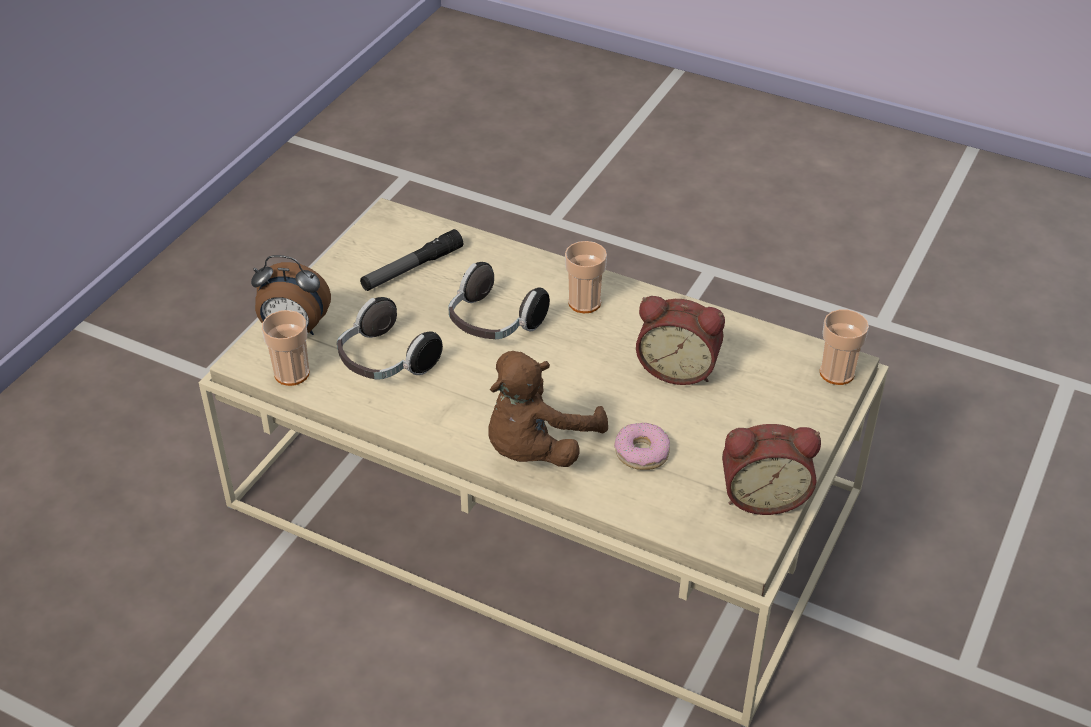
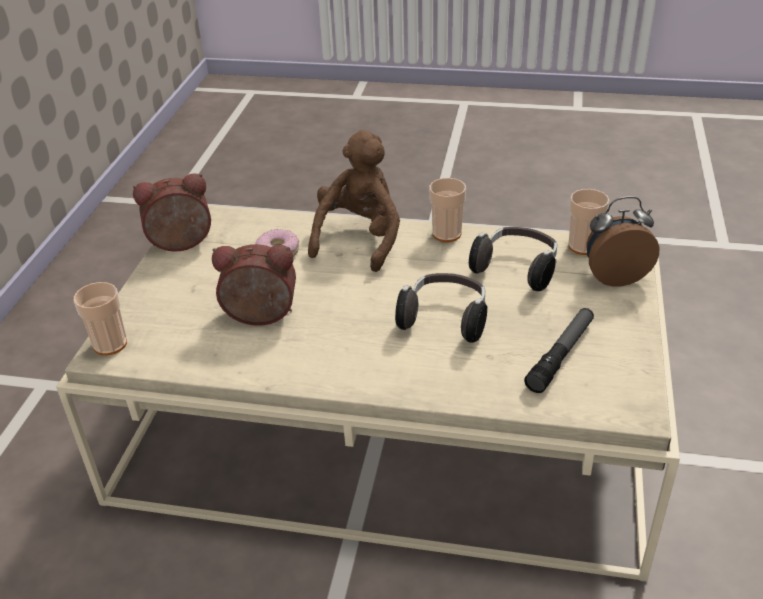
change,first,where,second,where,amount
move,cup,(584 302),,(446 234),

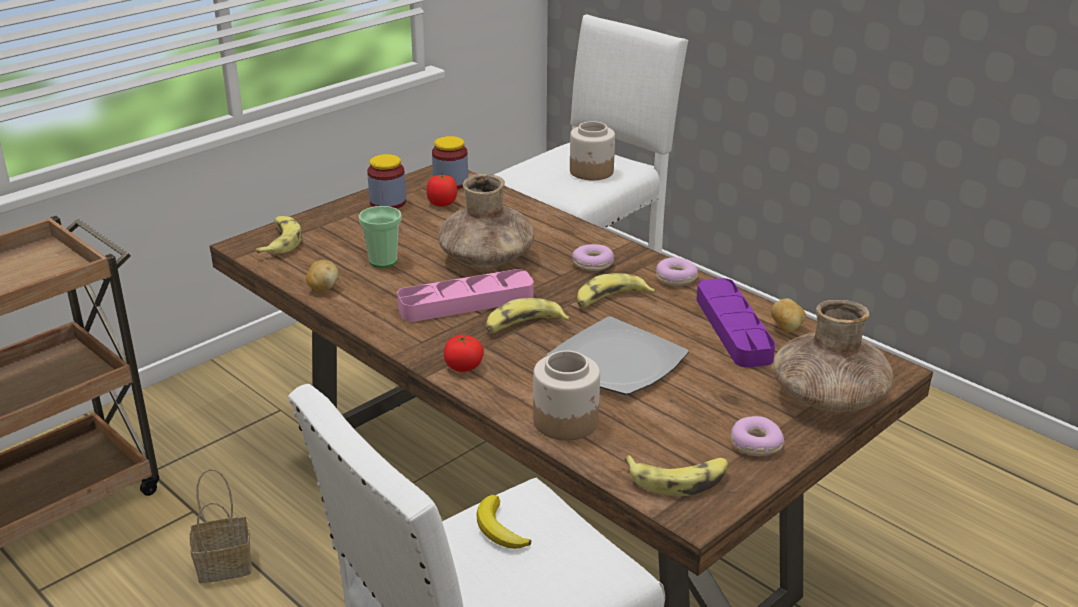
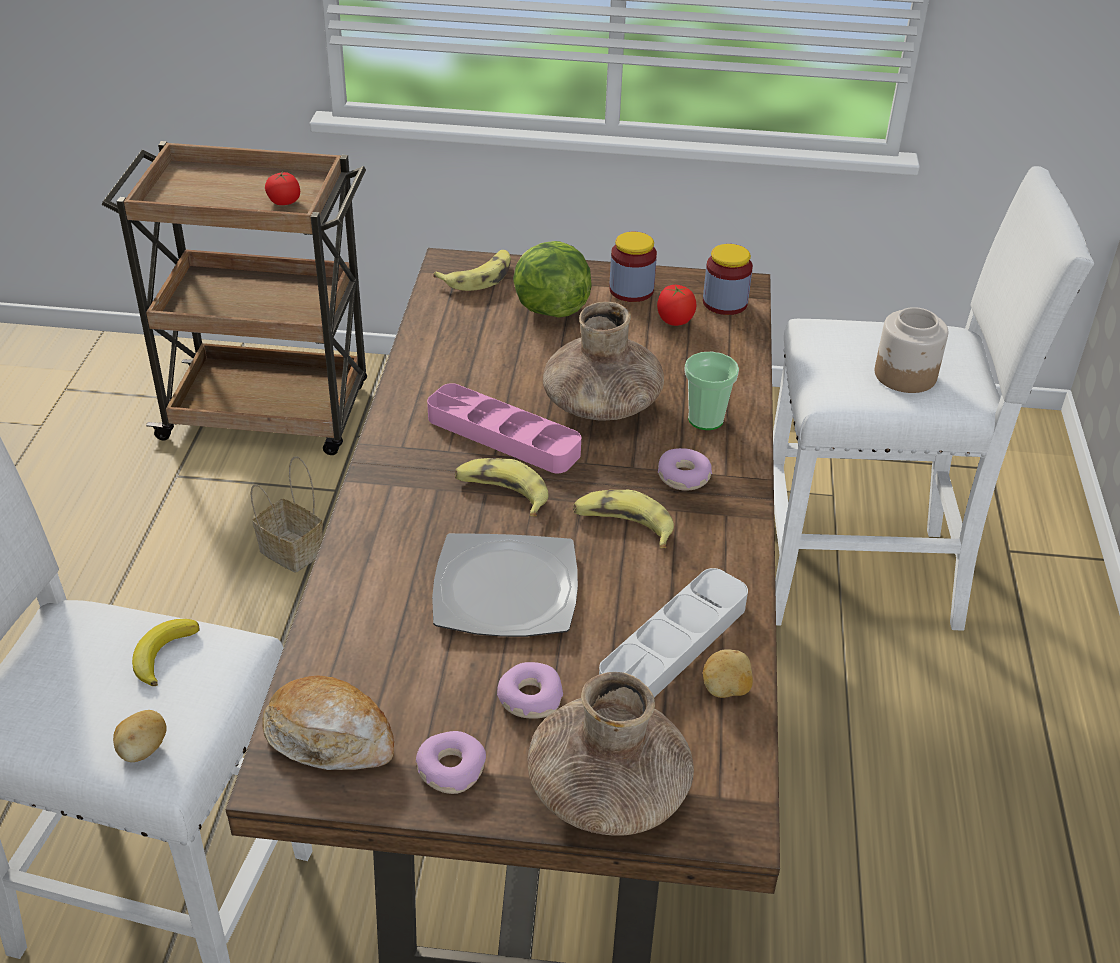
change,first,where,second,where,amount
move,cup,(383 261),,(705 419),
move,ring doughnut,(675 278),,(529 698),
move,potato,(323 288),,(143 750),
recolor,purple-coloured tray,(733 328),grey tray,(674 645),
move,whole tomato,(463 367),,(284 202),
delete,storage jar,(566 421),,,
replace,banana fruit,(679 479),bread,(330 738),
insert,,,lettuce head,(549 309),

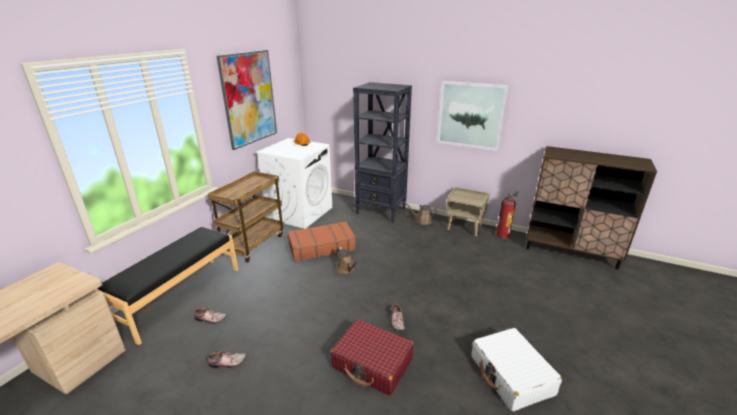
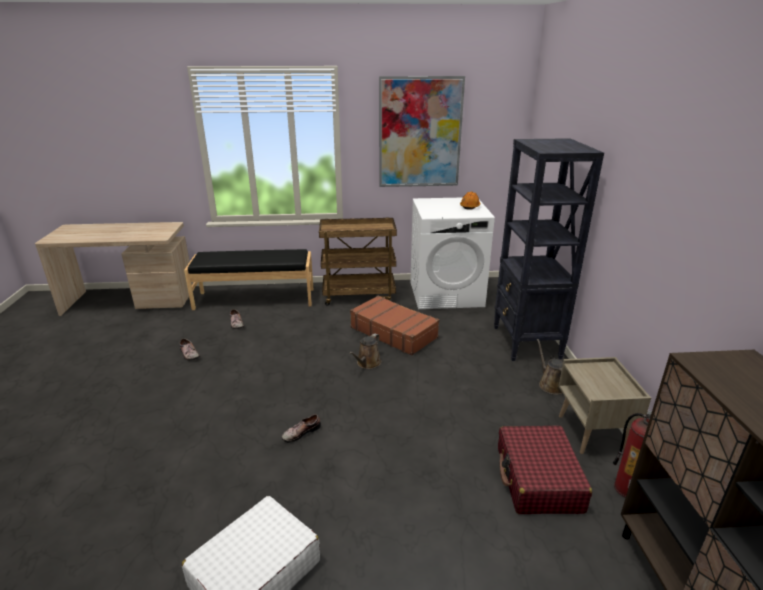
change,first,where,second,where,amount
delete,picture,(470 115),,,
move,red suitcase,(372 363),,(538 479),

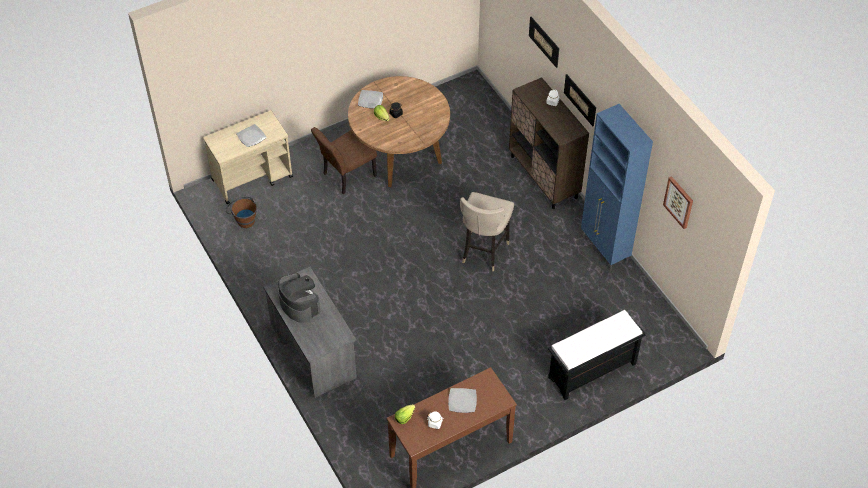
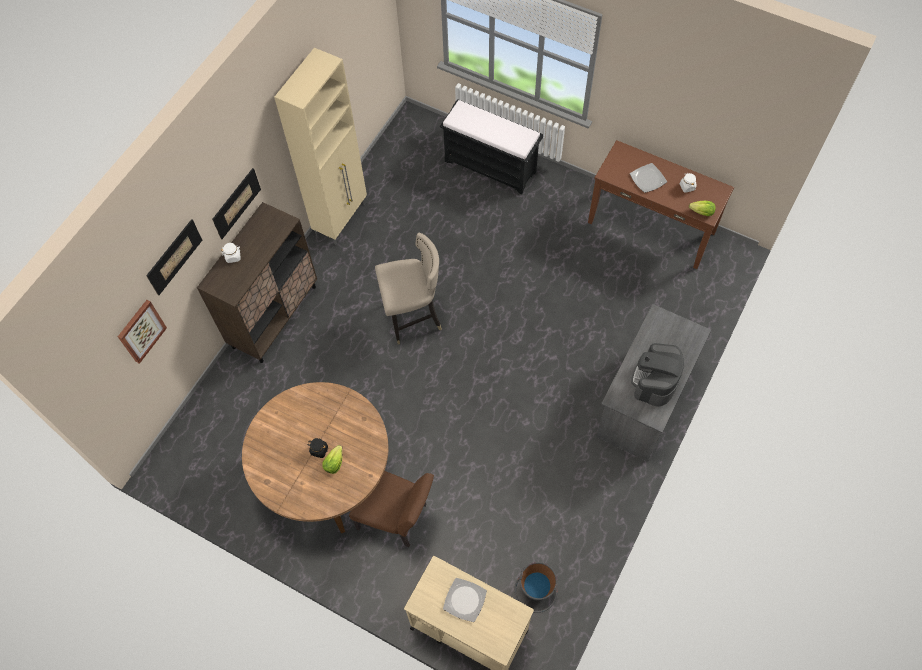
change,first,where,second,where,amount
delete,flat dish,(370 100),,,
recolor,bluish cabinet,(605 249),beige-coloured cabinet,(341 219),
move,picture,(679 202),,(141 331),

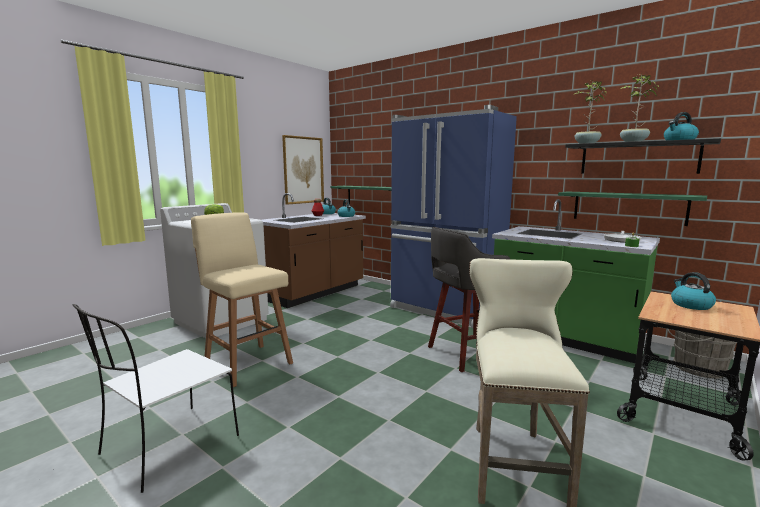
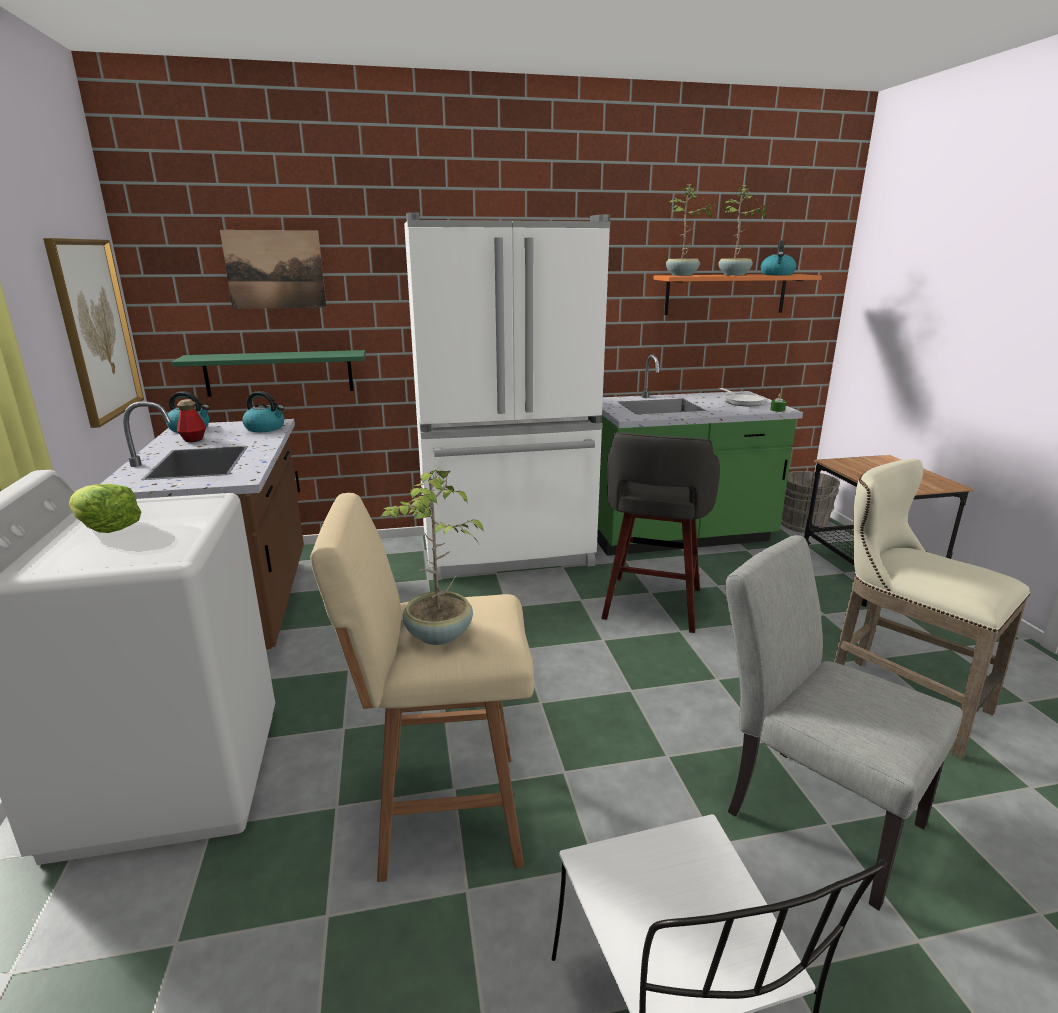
change,first,where,second,where,amount
recolor,bluish fridge,(445 310),white fridge,(508 552),
recolor,black-coloured wall shelf,(637 158),orange wall shelf,(725 294),
delete,greenish wall shelf,(628 207),,,
delete,kettle,(690 305),,,
insert,,,picture,(275 269),
insert,,,houseplant,(438 635),
insert,,,grey upright chair,(809 810),

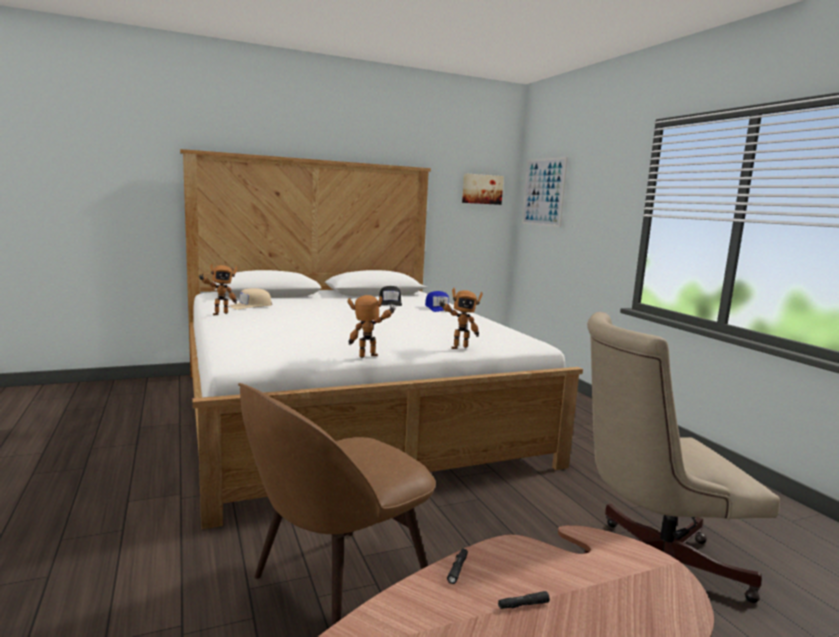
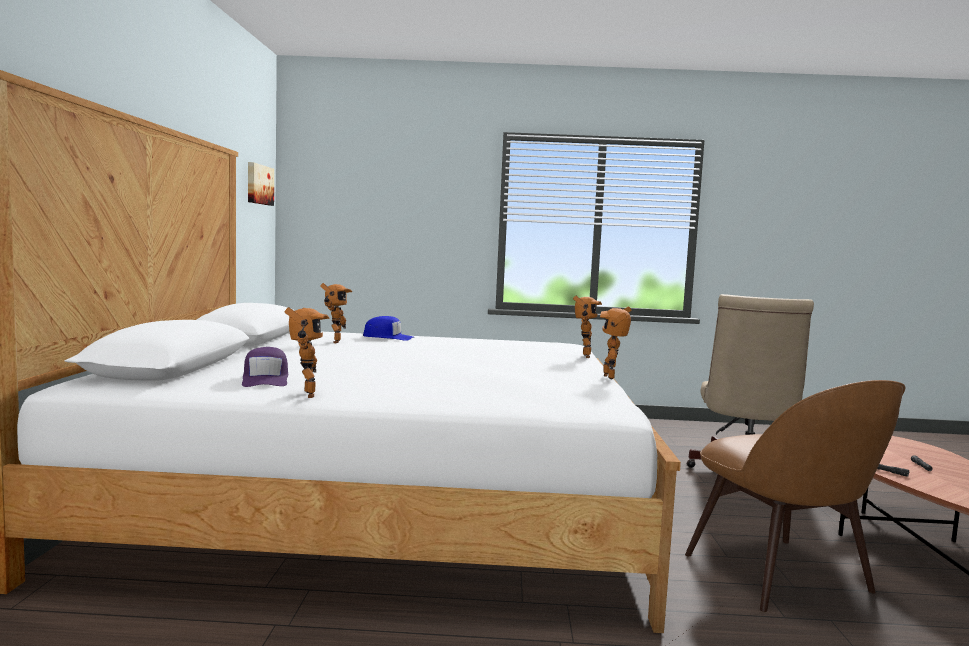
change,first,where,second,where,amount
delete,picture,(543 192),,,
replace,black-coloured cap,(390 302),toy robot,(334 341),
recolor,beige-coloured cap,(250 306),purple-coloured cap,(266 379),

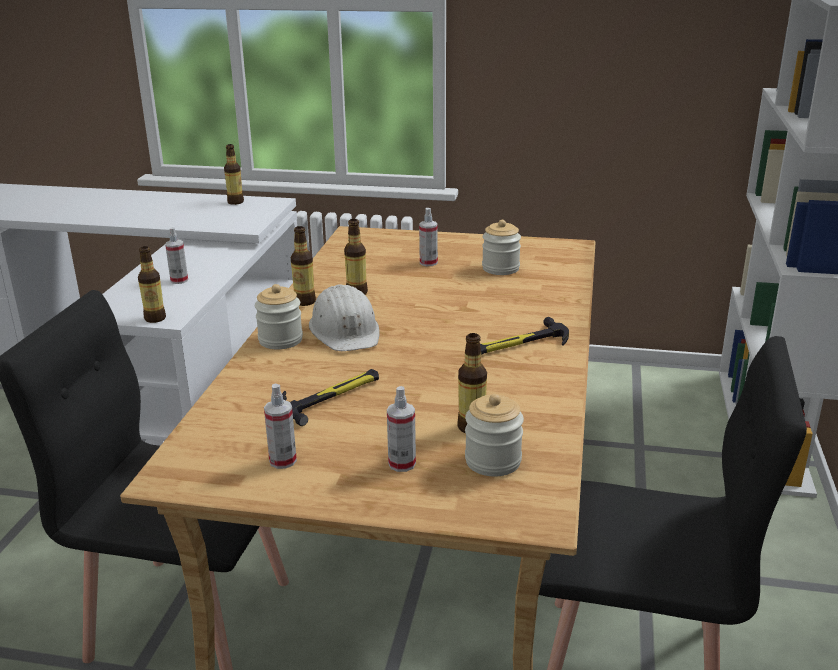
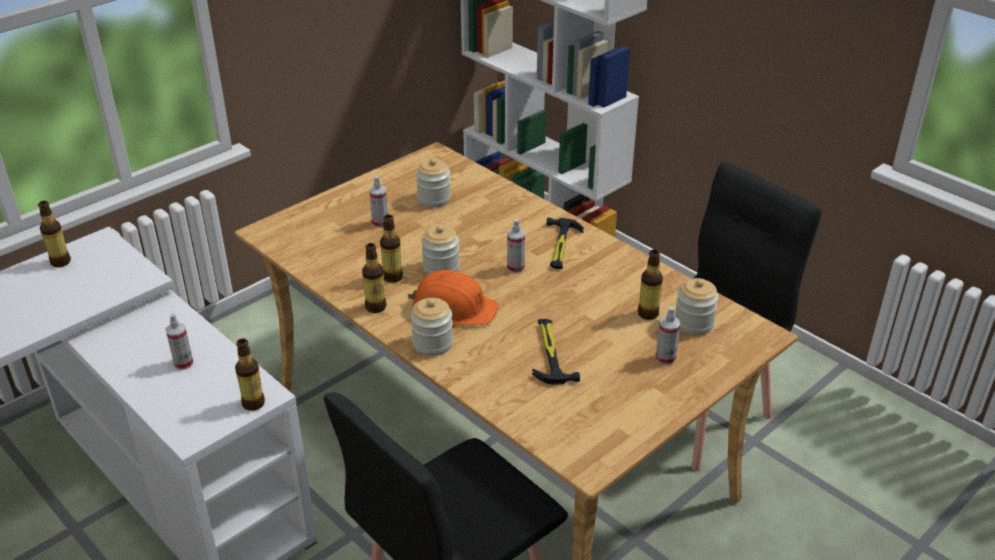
change,first,where,second,where,amount
recolor,white work helmet,(345 330),orange work helmet,(453 308),
move,spray bottle,(283 461),,(515 267),
insert,,,storage jar,(441 268),

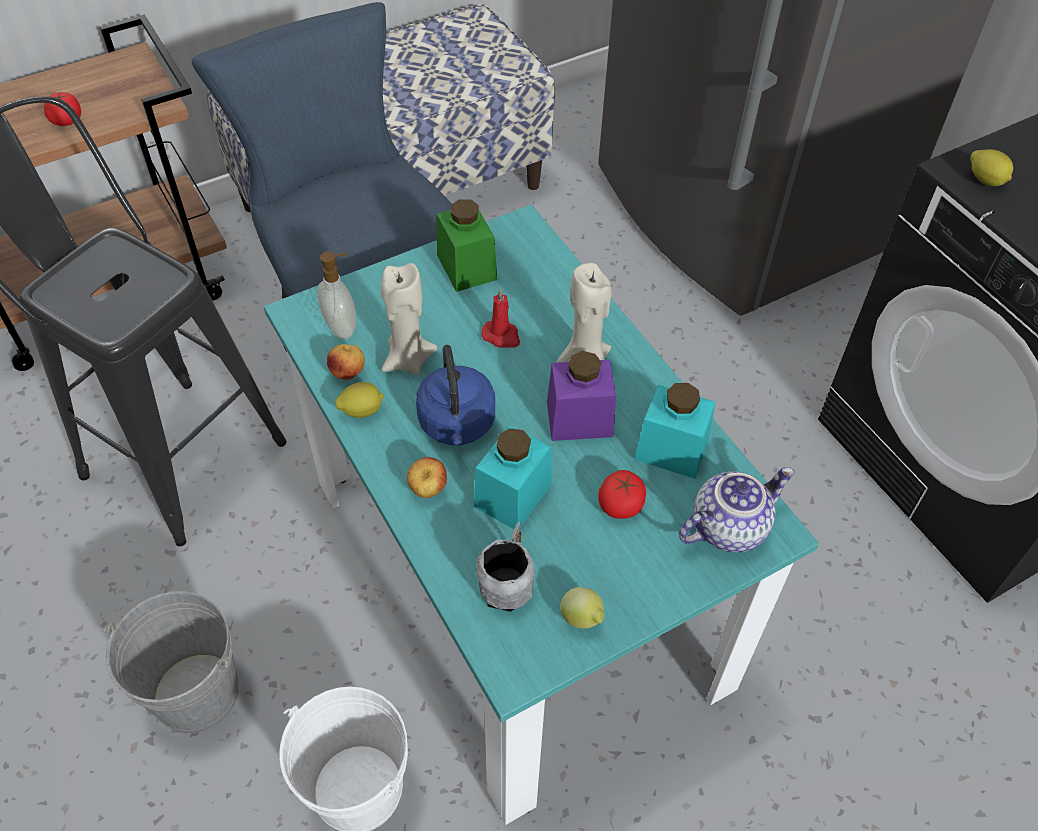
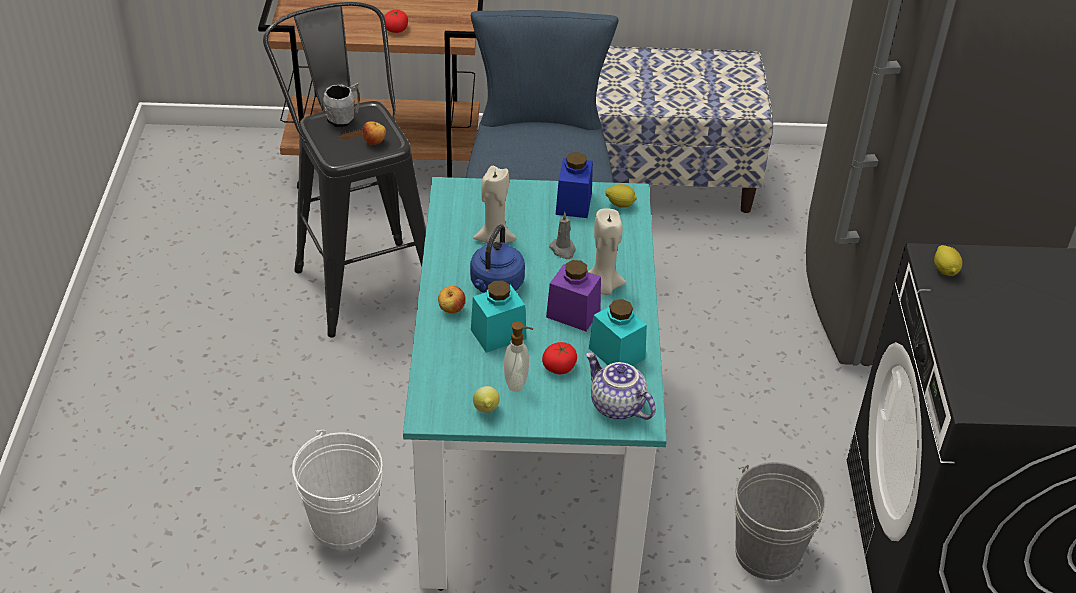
change,first,where,second,where,amount
recolor,greenish storage jar,(466 267),bluish storage jar,(573 203),
move,soap dispenser,(342 327),,(517 382),
recolor,red wax light,(502 336),grey wax light,(563 250),
move,whole apple,(348 373),,(375 142),
move,whole lemon,(361 410),,(620 204),
rotate,tea pot,(728 526),,(616 406),135 degrees counterclockwise
move,grey tea mug,(508 584),,(344 118),
move,grey pail,(196 693),,(767 553),

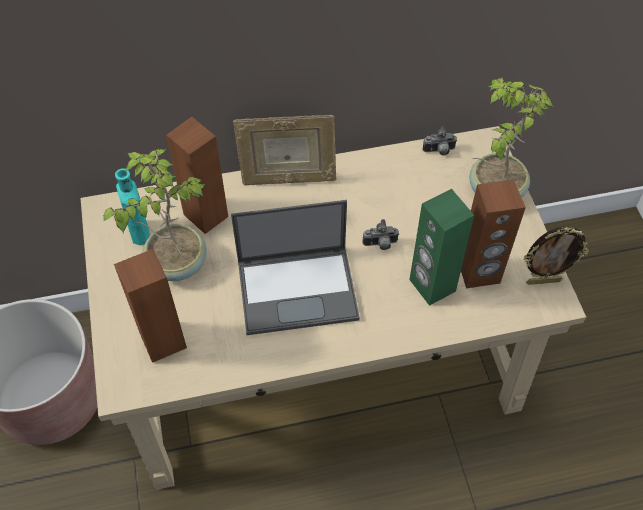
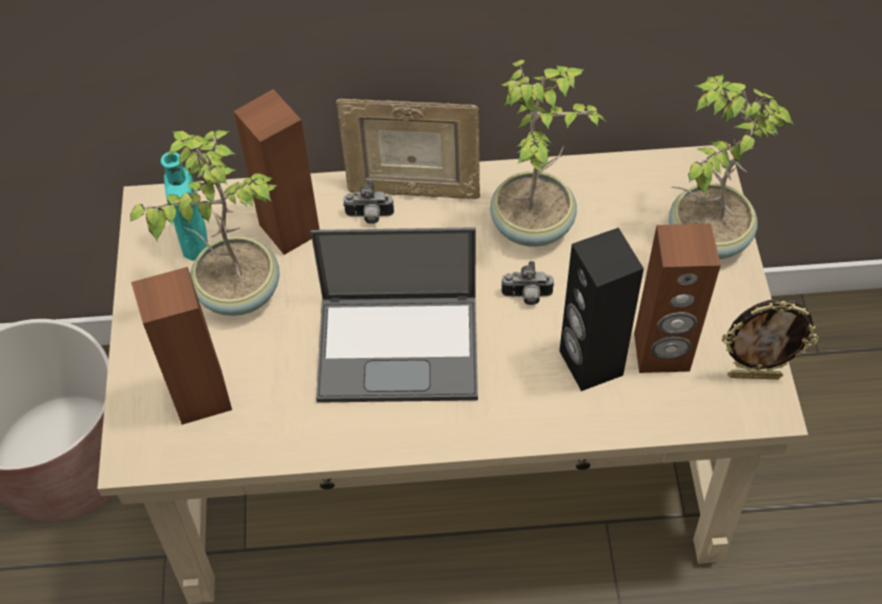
change,first,where,second,where,amount
move,still camera,(439 151),,(369 217),
recolor,greenish speaker,(431 285),black-coloured speaker,(590 363),
insert,,,houseplant,(534 224),

